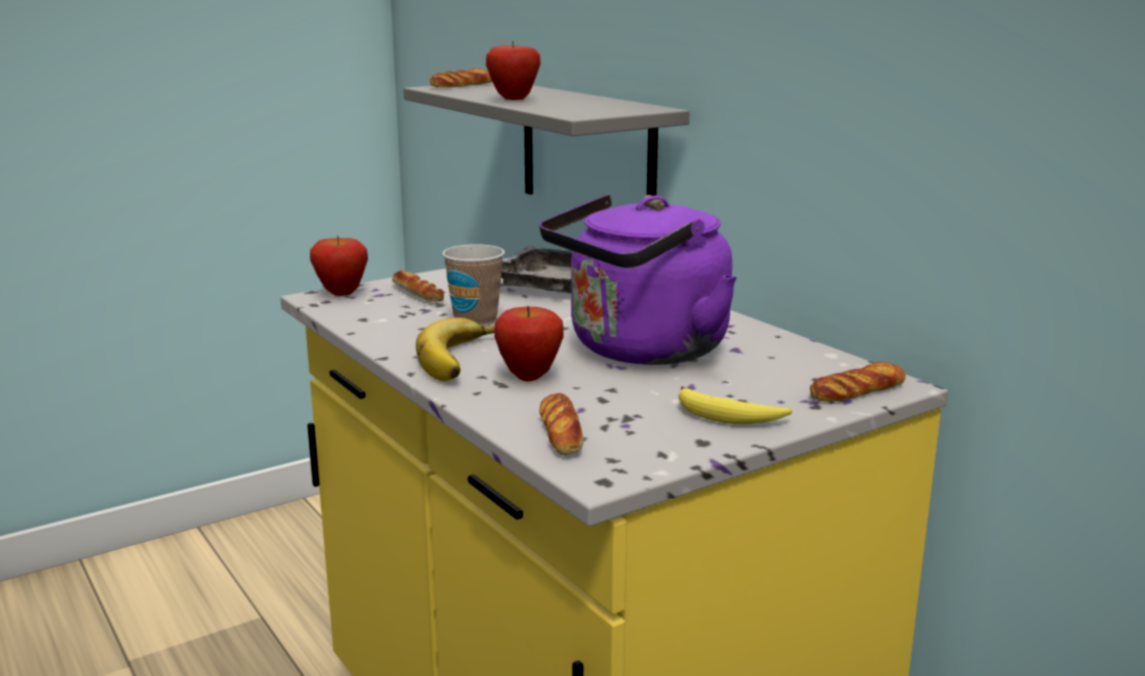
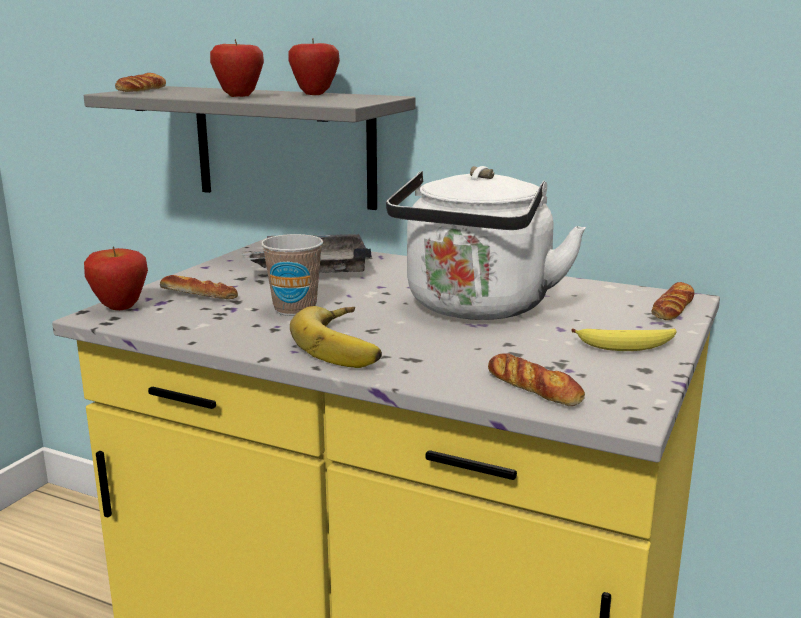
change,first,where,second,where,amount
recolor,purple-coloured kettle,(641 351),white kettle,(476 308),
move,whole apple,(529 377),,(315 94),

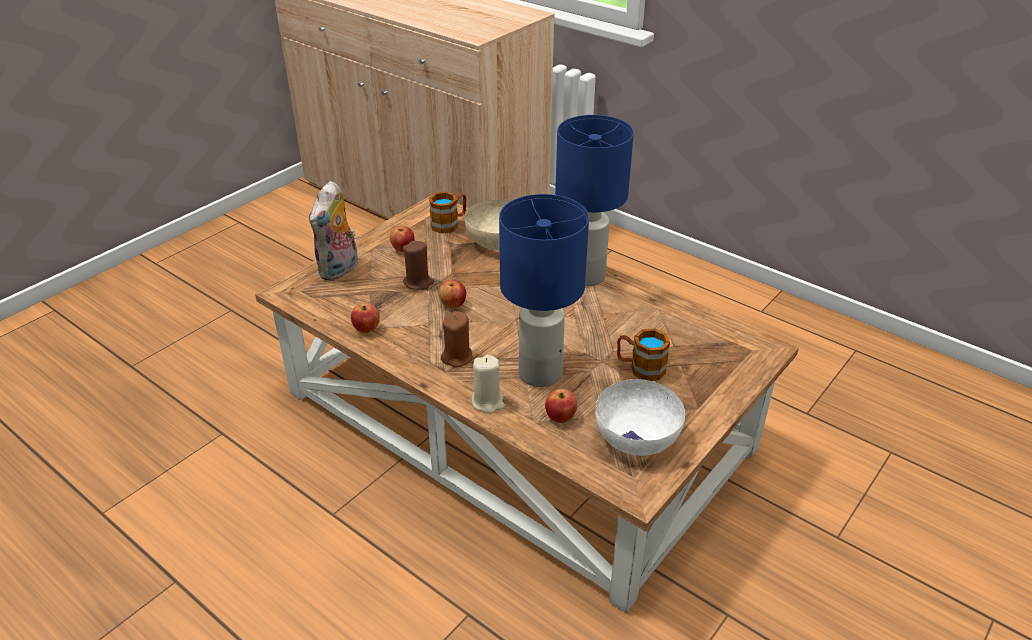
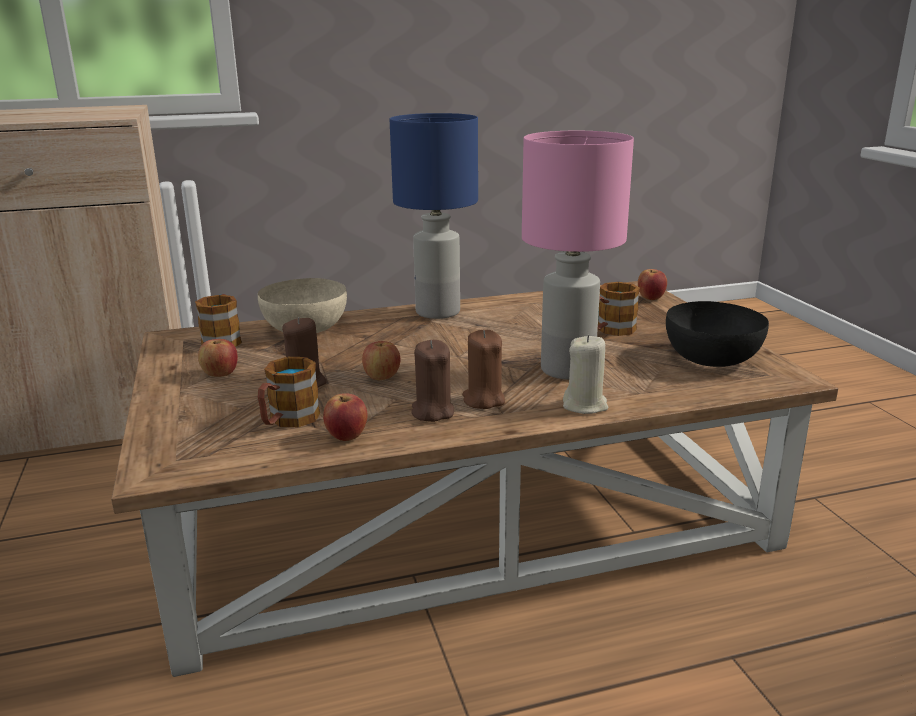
change,first,where,second,where,amount
delete,cuddly toy,(340 270),,,
recolor,bluish lamp for a table,(539 373),pink-coloured lamp for a table,(566 370),
recolor,white deep dish,(638 438),black-coloured deep dish,(713 358),
move,whole apple,(560 417),,(651 298),
insert,,,brown wax light,(432 412),
insert,,,tea mug,(288 421),

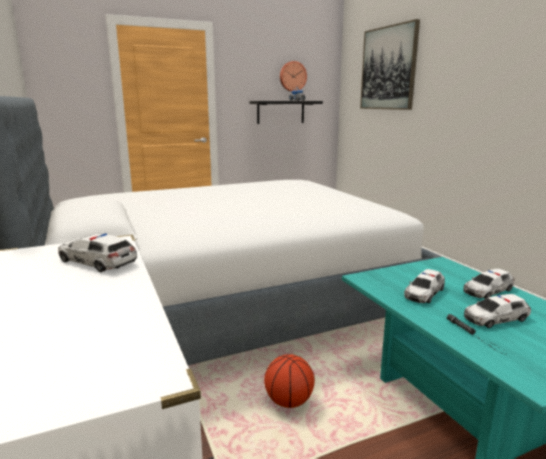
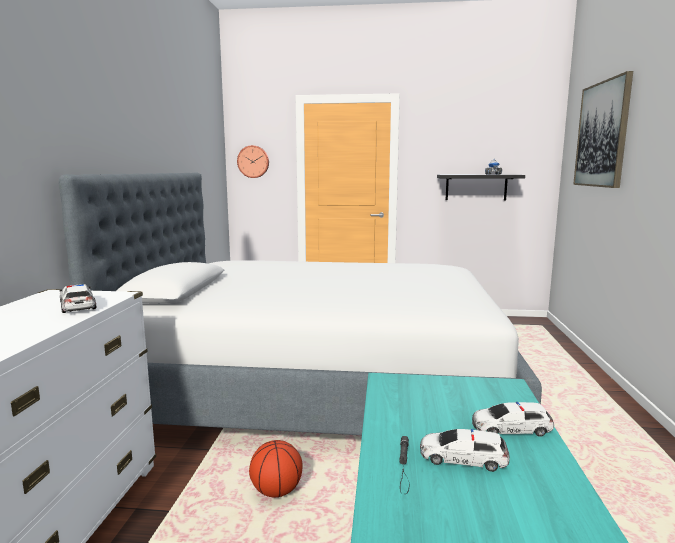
change,first,where,second,where,amount
move,clock on the wall,(292 76),,(253 161),
delete,model car,(424 293),,,

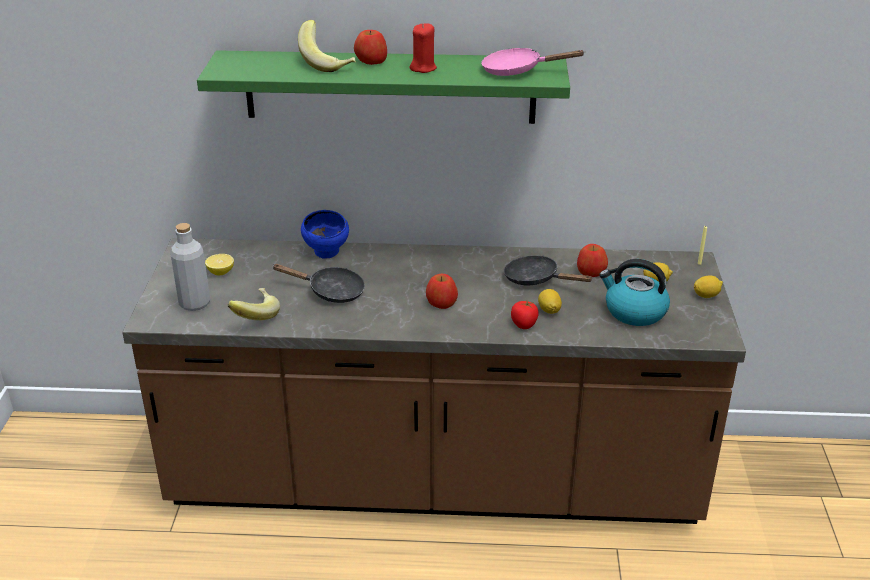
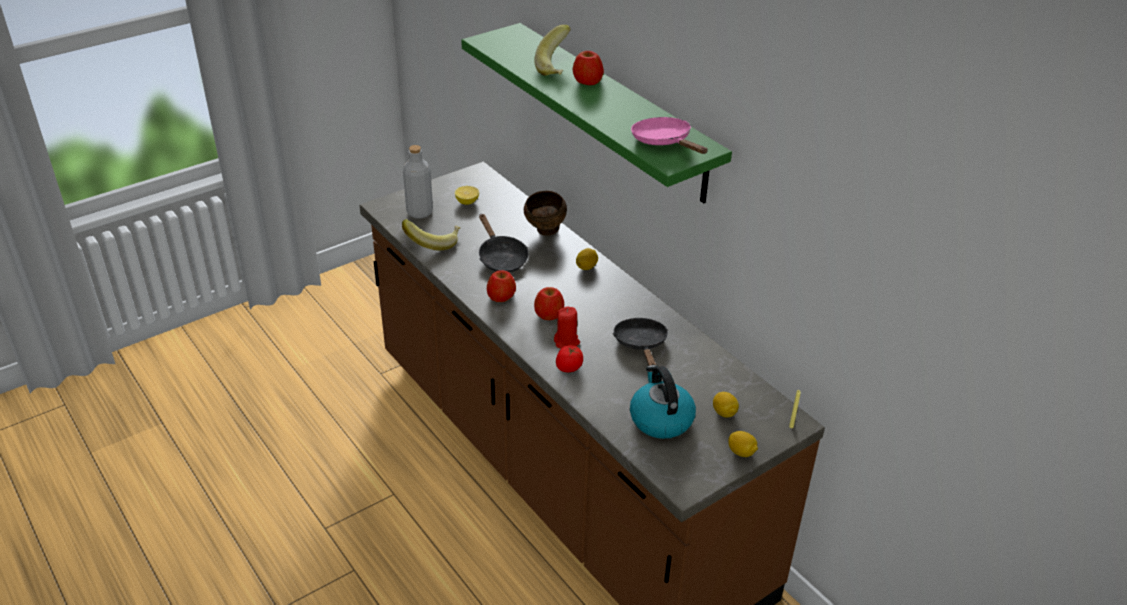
change,first,where,second,where,amount
move,red wax light,(423 68),,(567 342),
recolor,bluish deep dish,(327 254),brown deep dish,(546 231),
move,whole apple,(591 271),,(501 296),
move,whole lemon,(549 310),,(586 267),

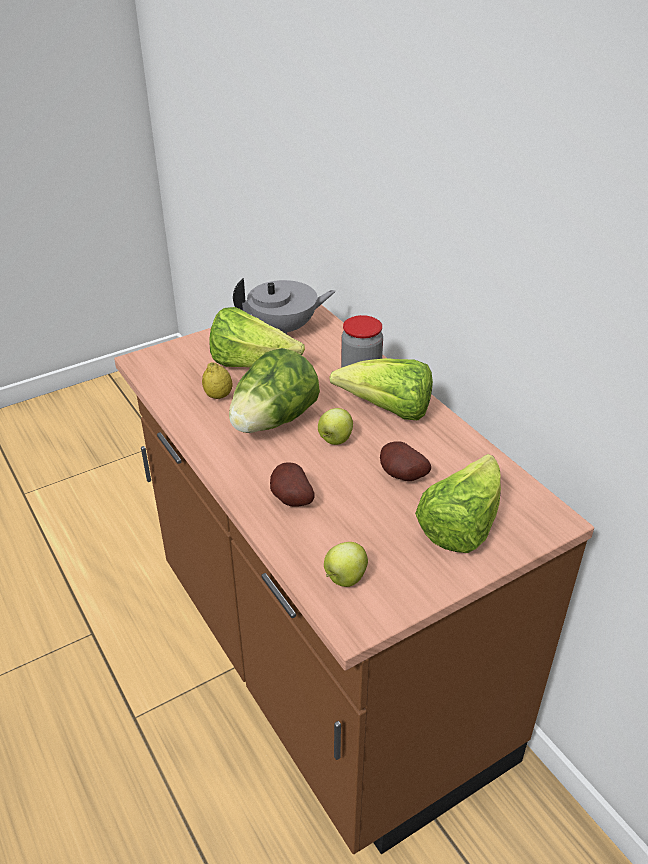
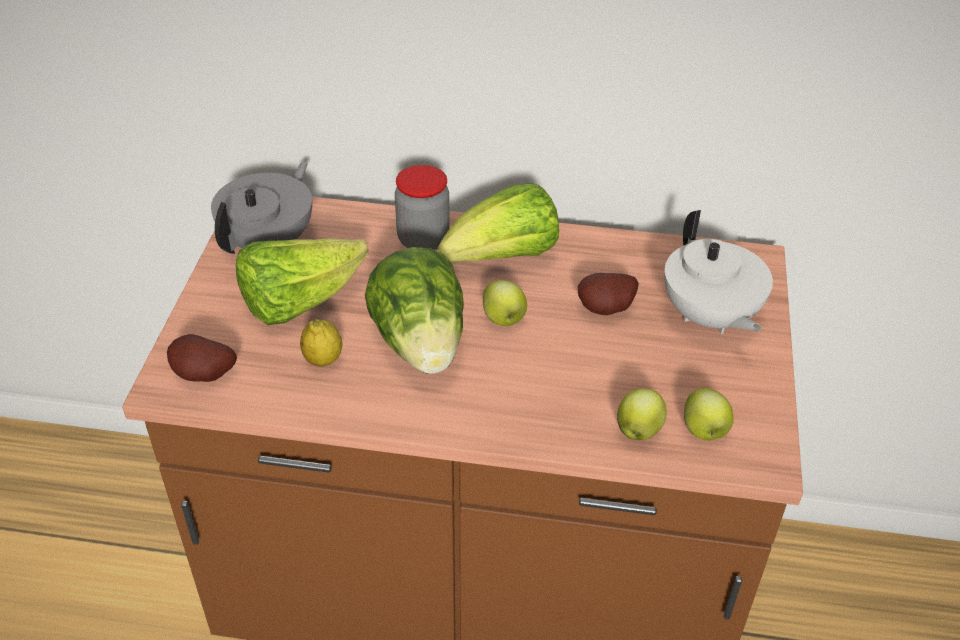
change,first,where,second,where,amount
replace,lettuce head,(460 526),white tea pot,(709 317),
move,potato,(290 499),,(203 376),
insert,,,whole apple,(639 429),

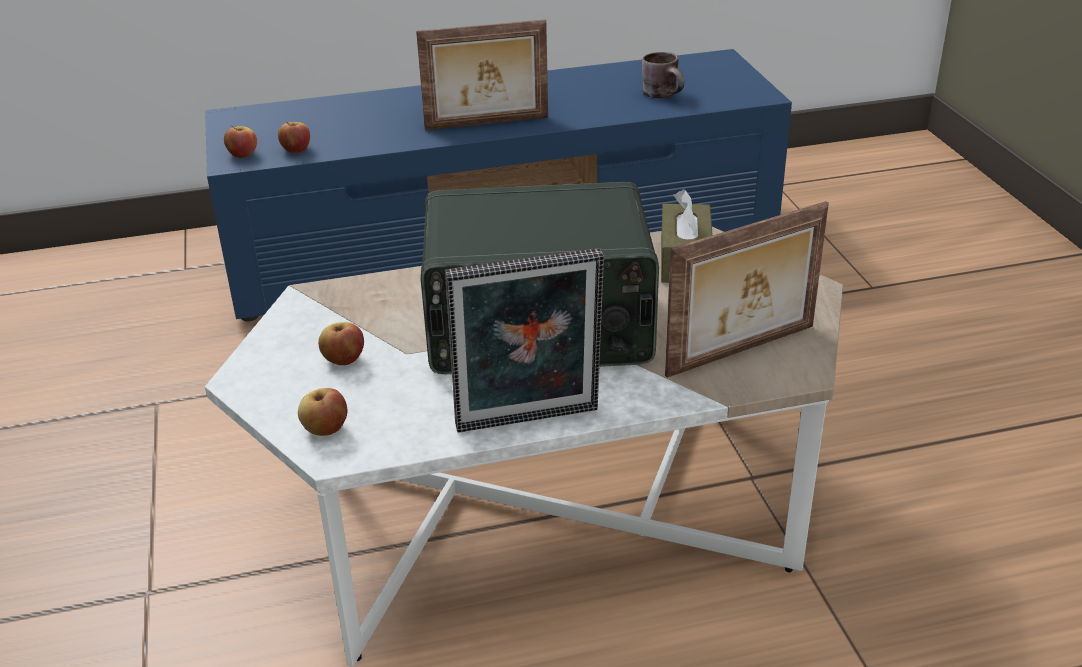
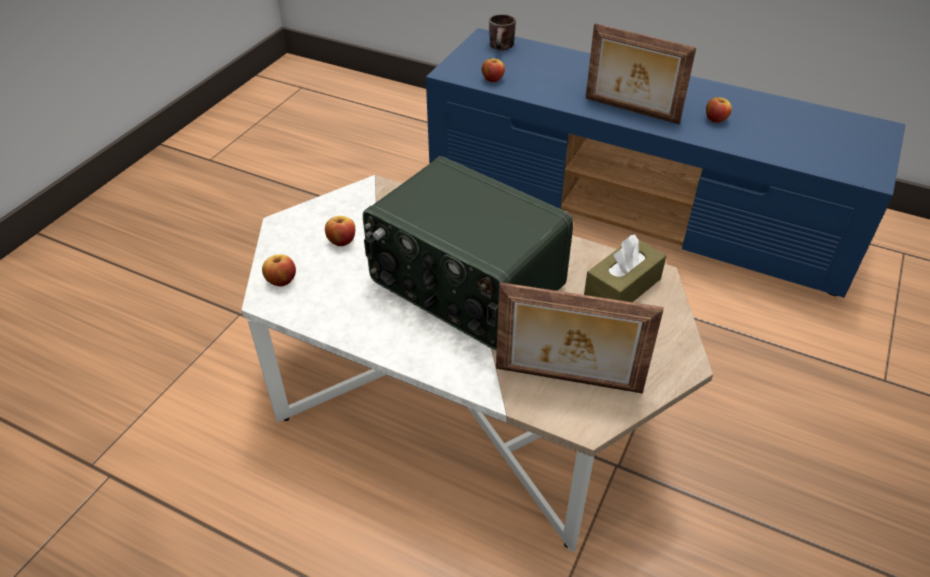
change,first,where,second,where,amount
move,brown tea mug,(666 94),,(503 48),
move,whole apple,(242 155),,(715 119),
delete,picture frame,(529 423),,,

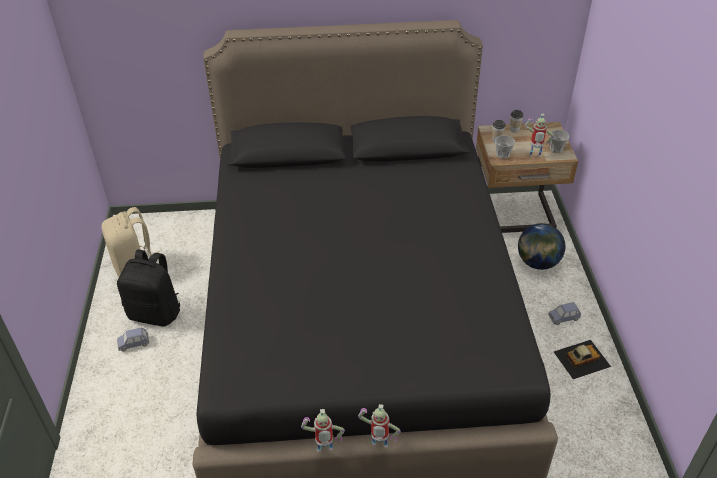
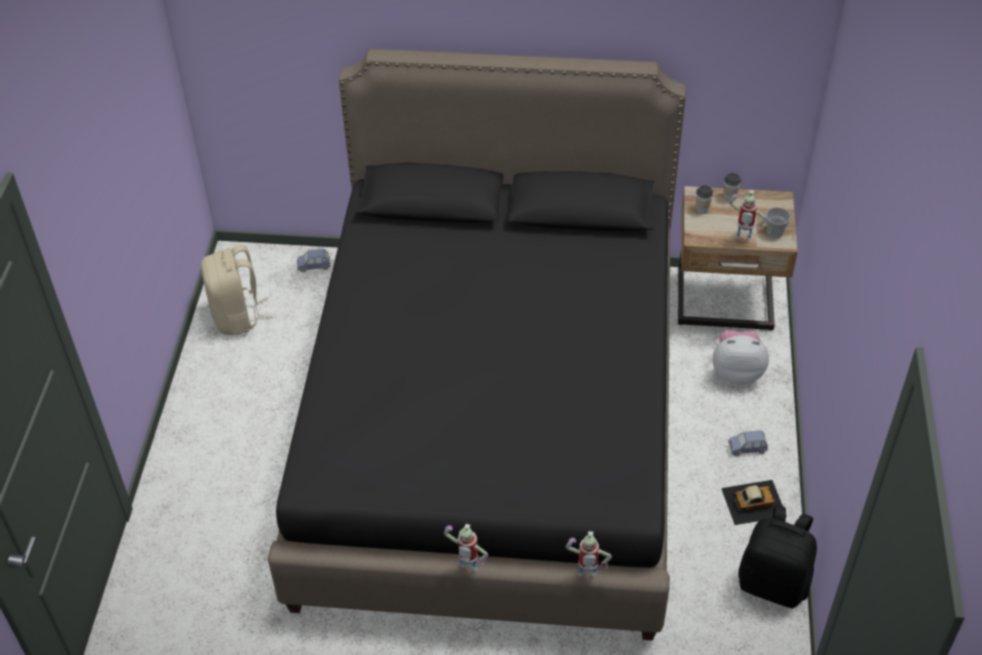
change,first,where,second,where,amount
delete,cup,(502 154),,,
replace,world globe,(537 263),cuddly toy,(736 372),
move,black-coloured rucksack,(156 313),,(773 583),
move,bluish model car,(134 344),,(314 266),
move,toy robot,(324 451),,(586 576),

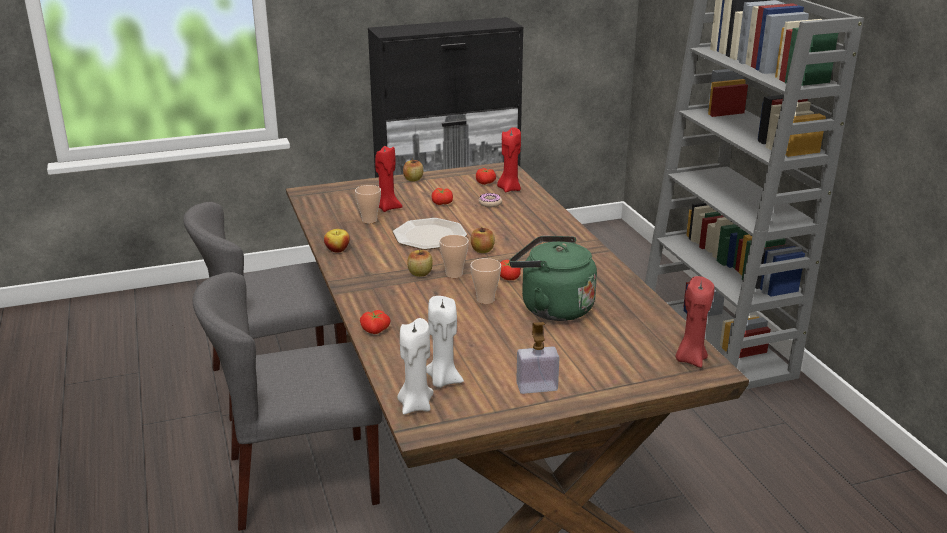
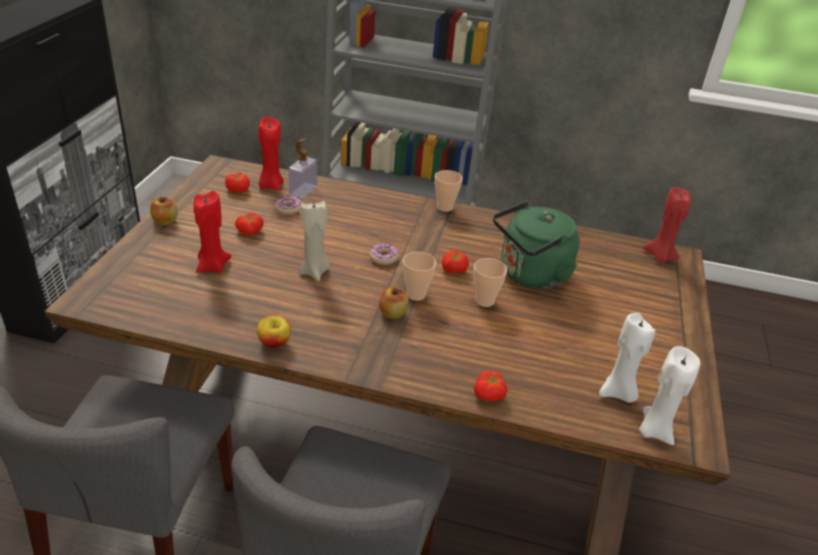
change,first,where,second,where,amount
move,cup,(369 220),,(445 207),
replace,flat dish,(429 236),beige-coloured wax light,(315 272),
replace,whole apple,(482 250),ring doughnut,(383 257),
move,soap dispenser,(537 387),,(303 190),

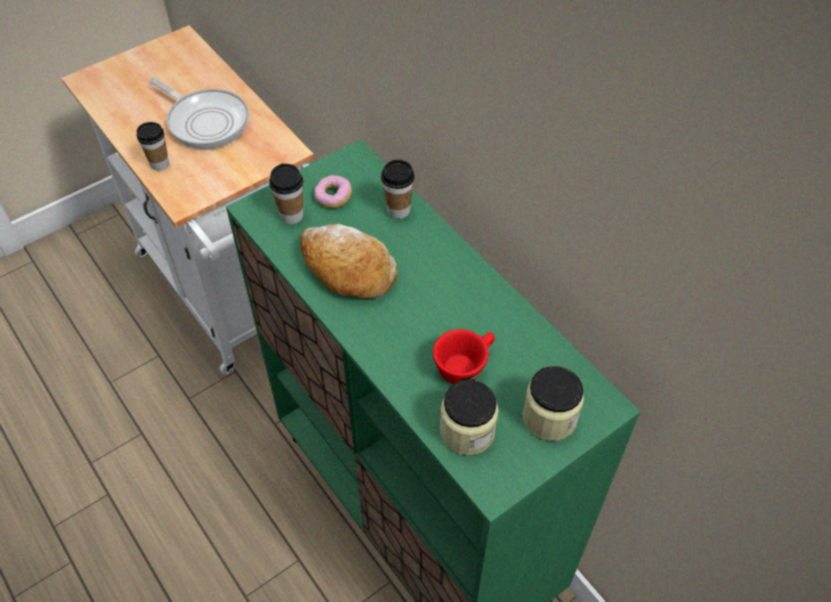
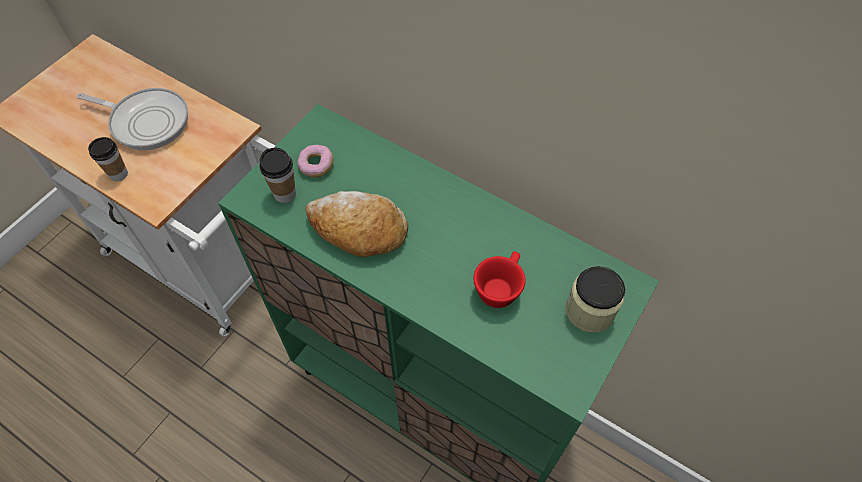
change,first,where,second,where,amount
delete,cup,(398 210),,,
delete,storage jar,(467 431),,,

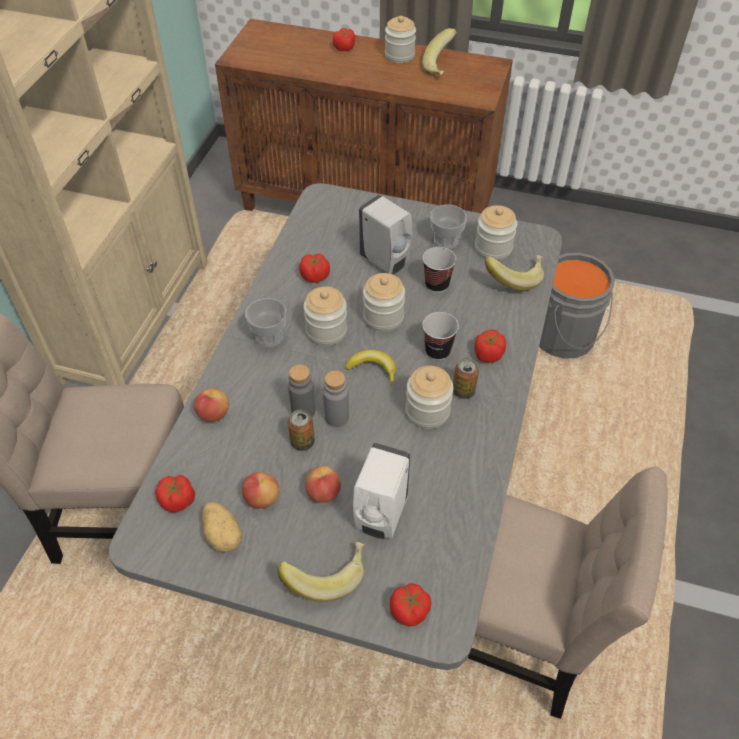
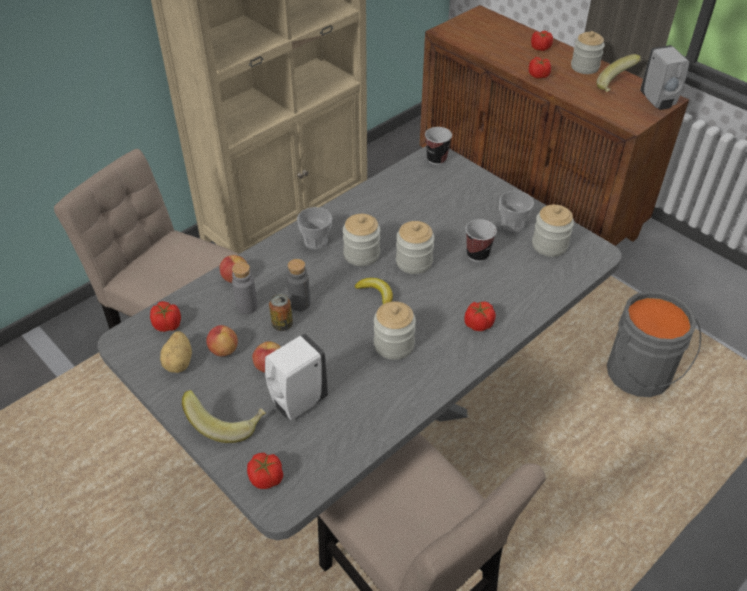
change,first,where,second,where,amount
move,white soap dispenser,(386 262),,(658 101),
move,whole tomato,(315 276),,(538 75),
delete,banana fruit,(514 278),,,
move,cup,(437 351),,(436 159),
delete,metal can,(463 391),,,
move,grey beverage bottle,(336 417),,(247 307),

